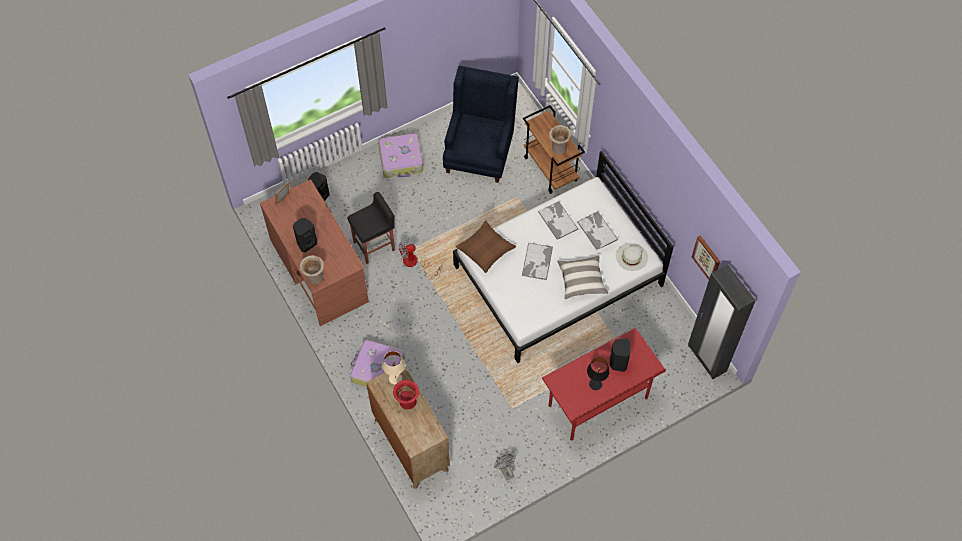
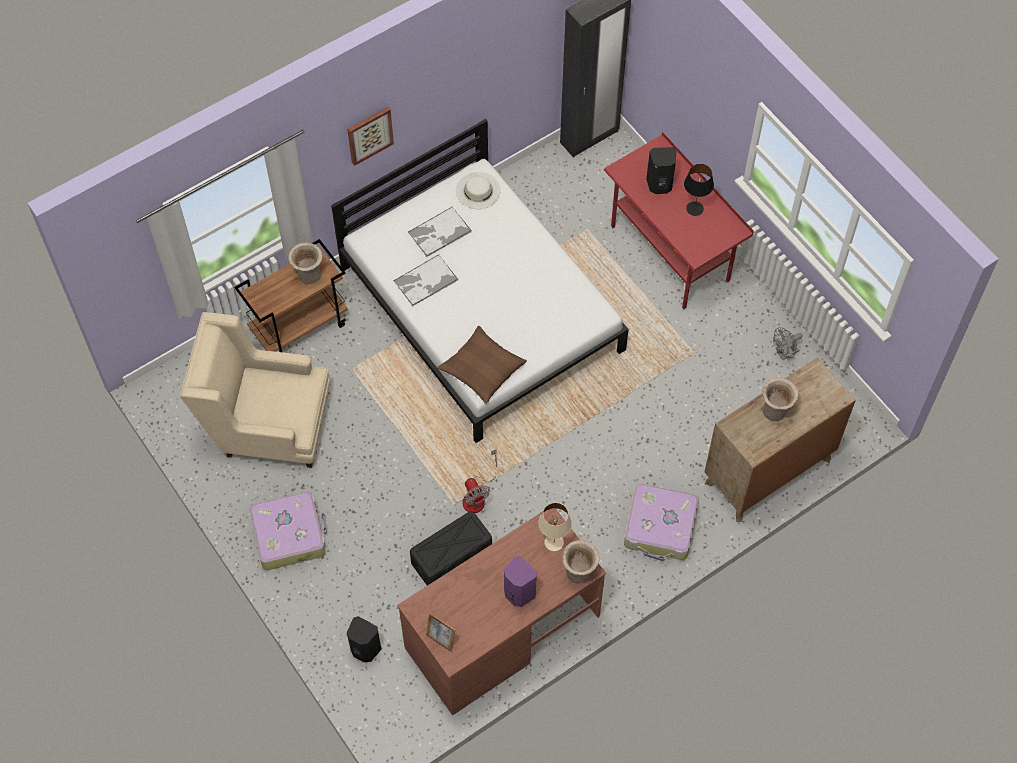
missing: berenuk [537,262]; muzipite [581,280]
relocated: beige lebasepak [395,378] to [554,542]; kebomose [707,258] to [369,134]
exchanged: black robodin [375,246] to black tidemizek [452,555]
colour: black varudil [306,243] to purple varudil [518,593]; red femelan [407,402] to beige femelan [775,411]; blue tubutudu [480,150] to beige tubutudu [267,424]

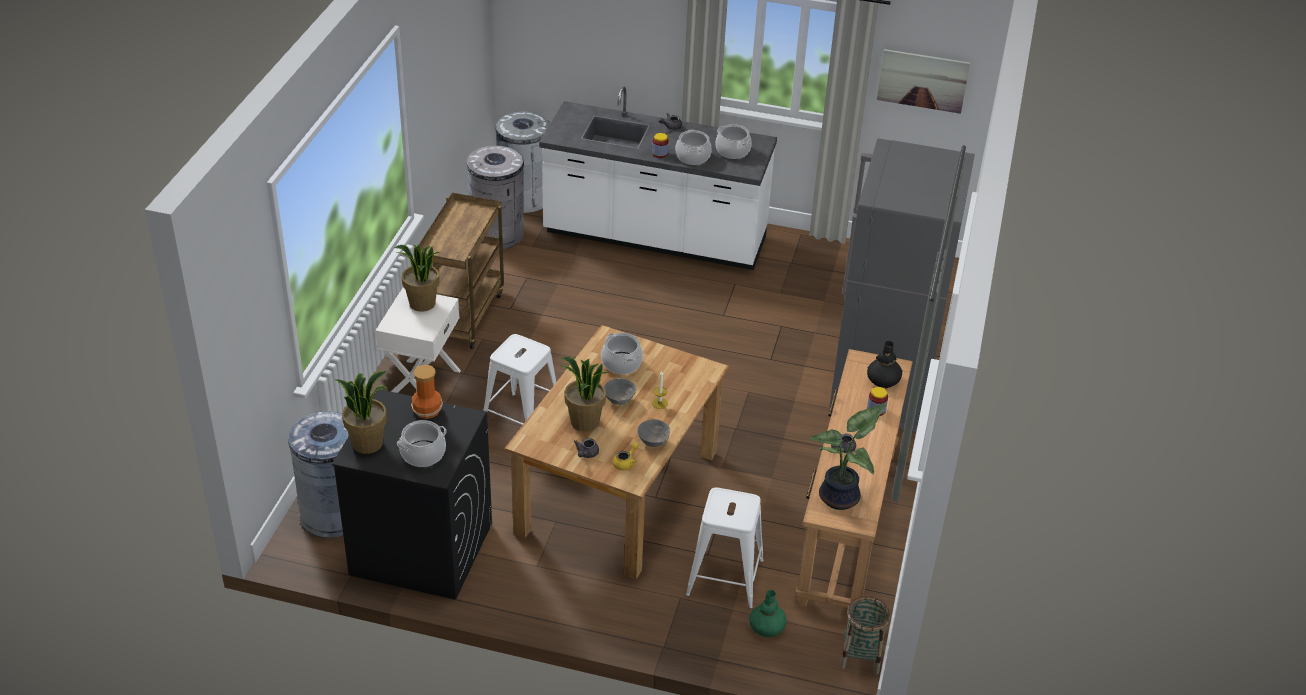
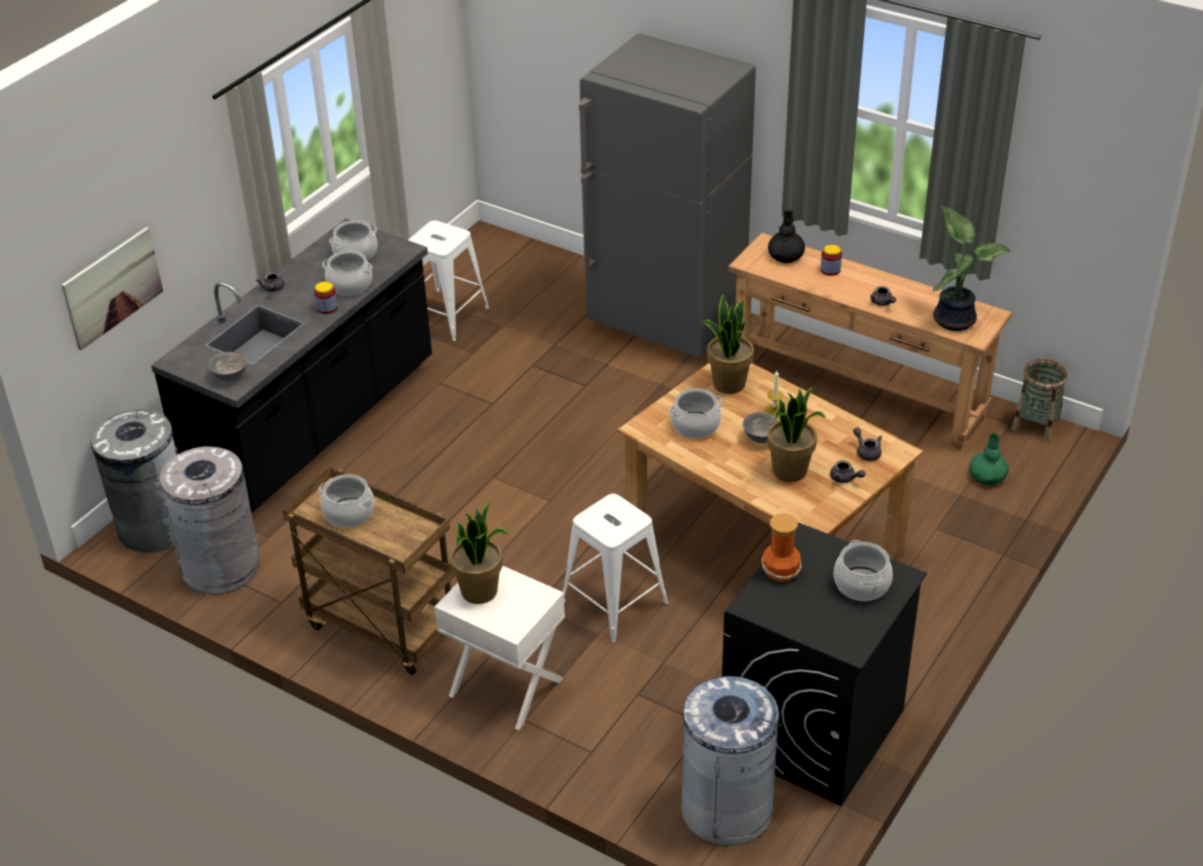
appeared: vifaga [349,513]
relocated: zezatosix [368,443] to [728,383]; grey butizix [653,442] to [230,377]; white robodin [724,577] to [445,316]; kebomose [922,80] to [112,287]
colour: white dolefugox [654,238] to black dolefugox [315,427]; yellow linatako [626,462] to grey linatako [866,451]

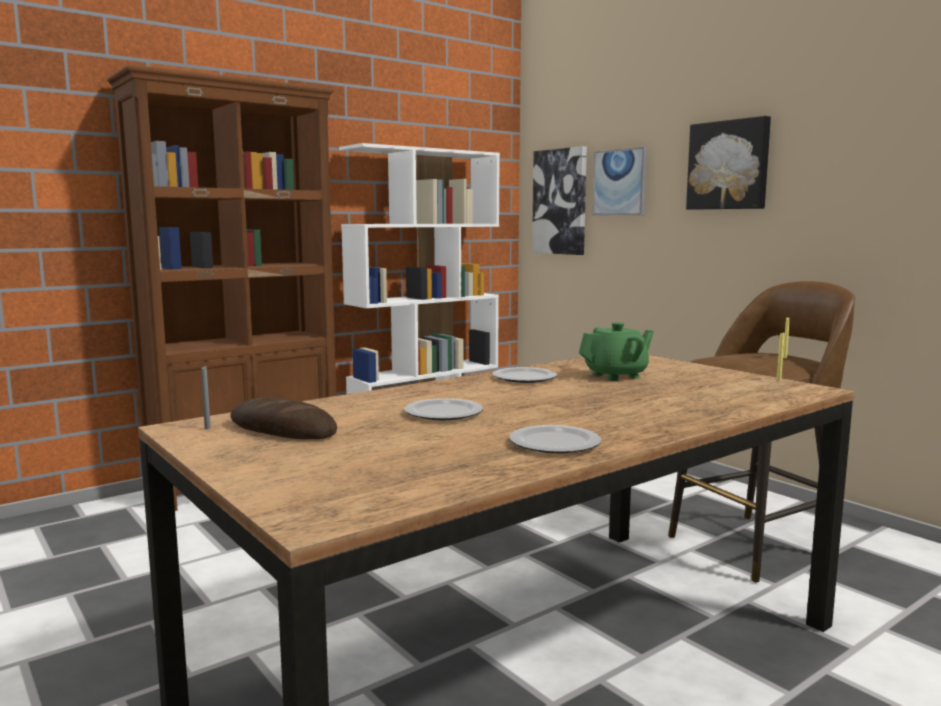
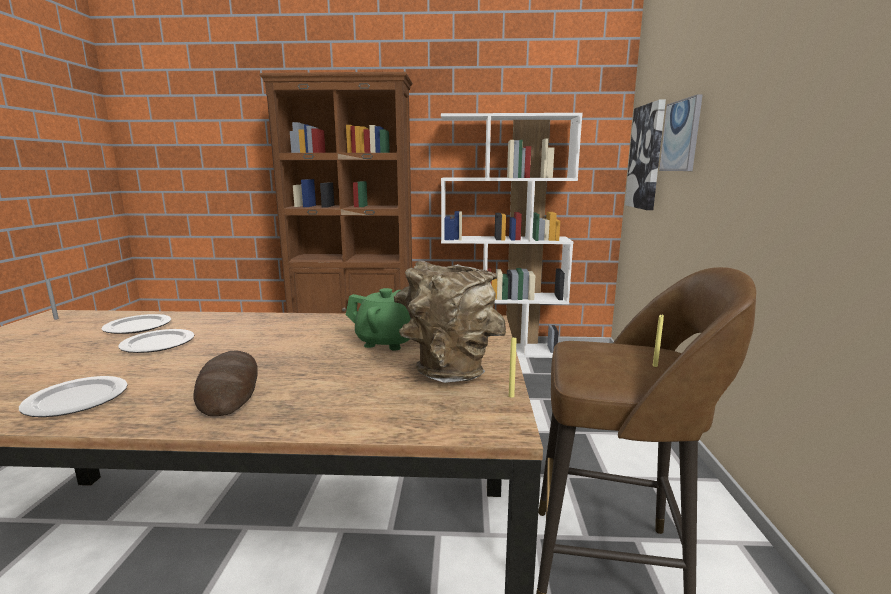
missing: kebomose [729,165]
appeared: brown femelan [448,371]
relocated: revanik [282,429] to [229,388]; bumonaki [525,378] to [137,327]

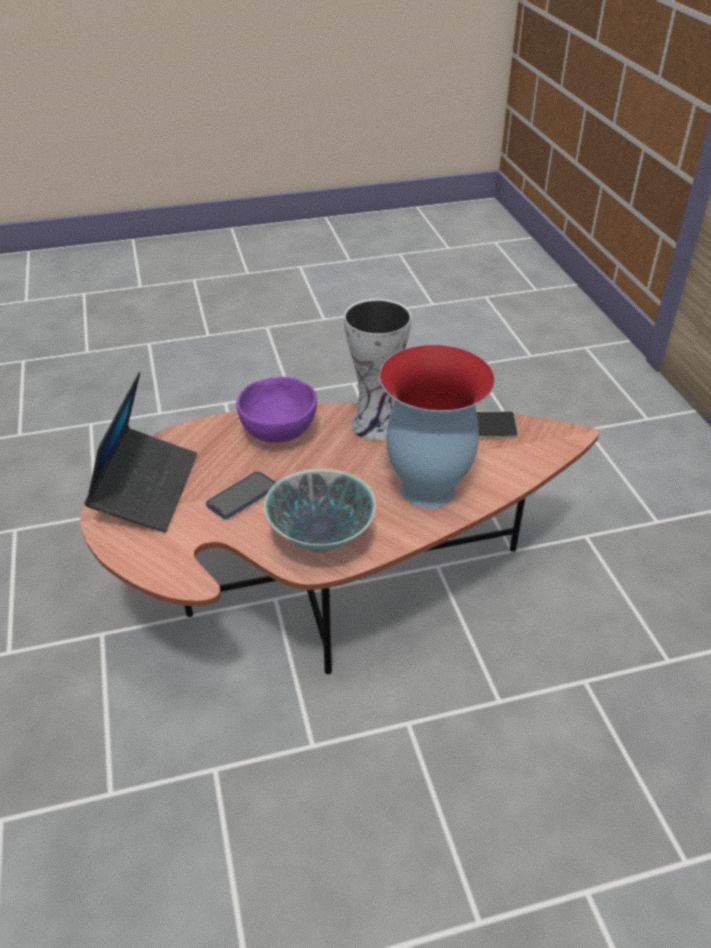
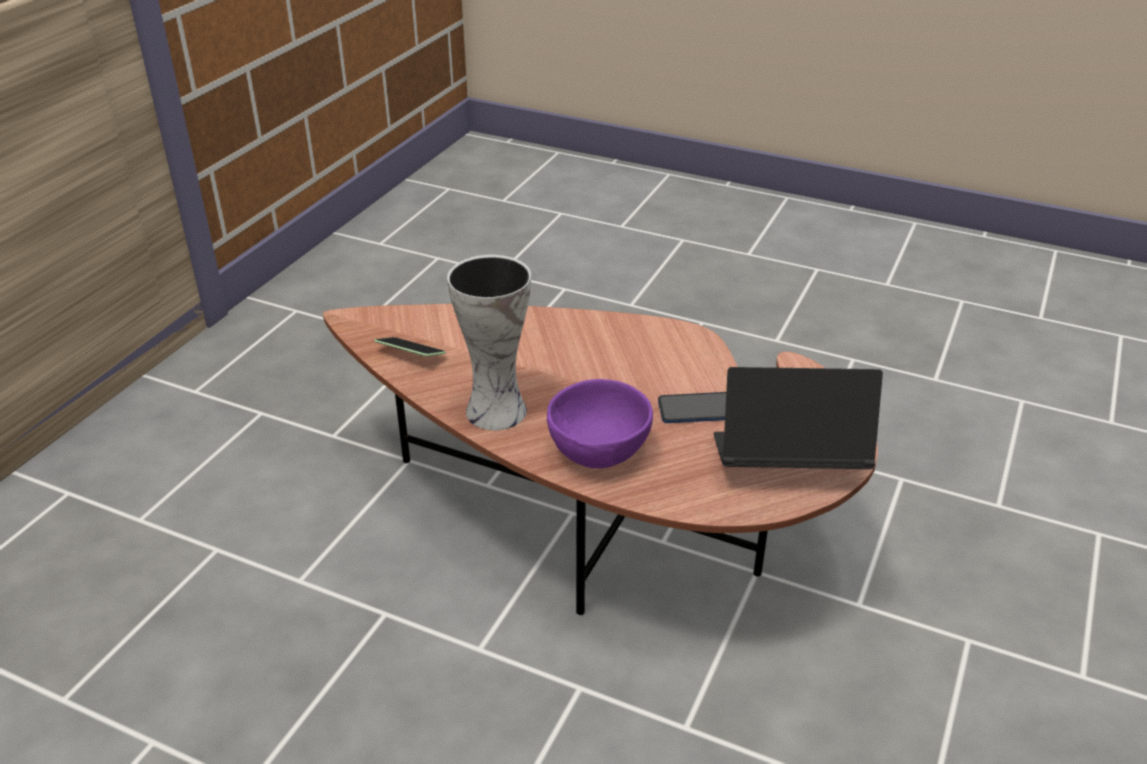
missing: butizix [321,539]; femelan [426,489]
spun: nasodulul [146,488] = [787,463] 45 degrees clockwise

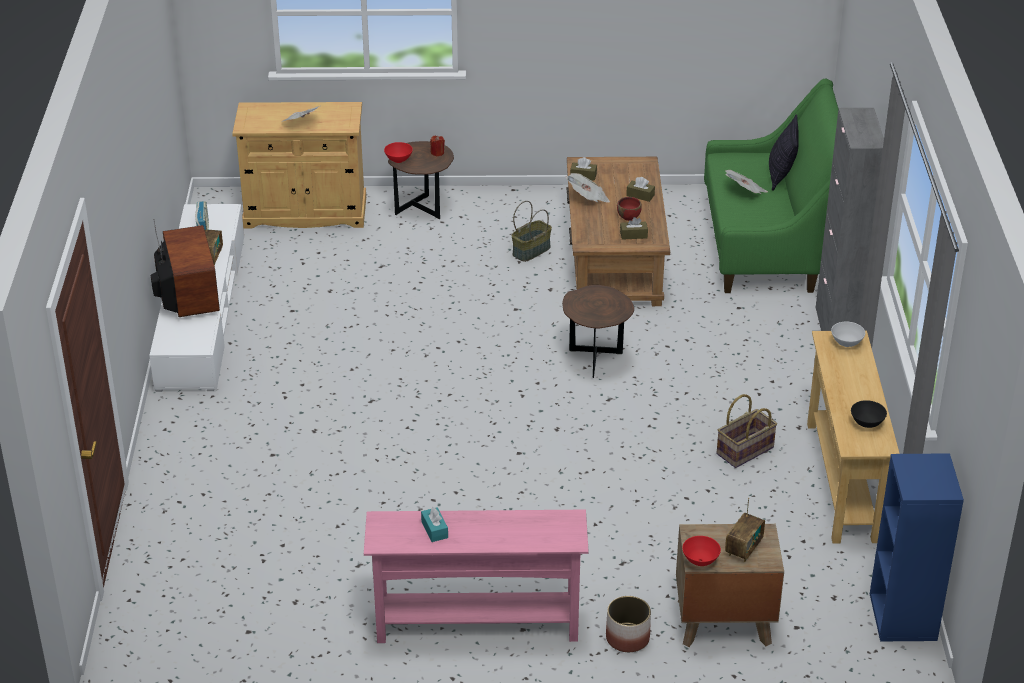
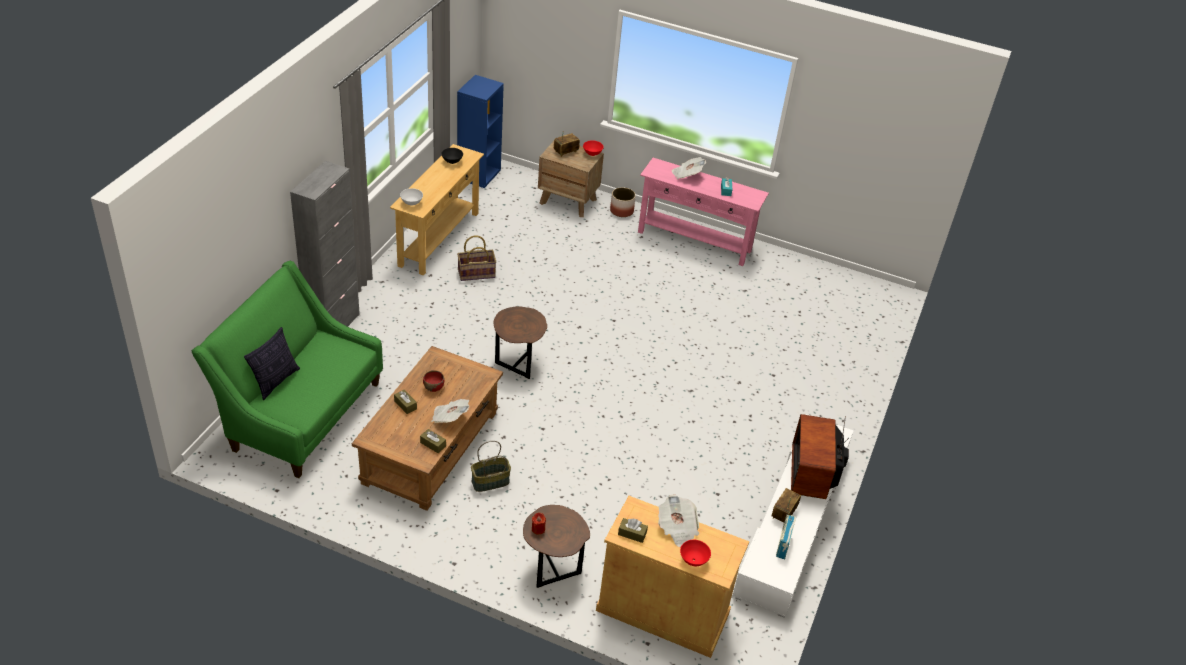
relocated: red butizix [398,160] to [694,560]; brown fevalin [633,235] to [632,534]; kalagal [745,192] to [687,175]

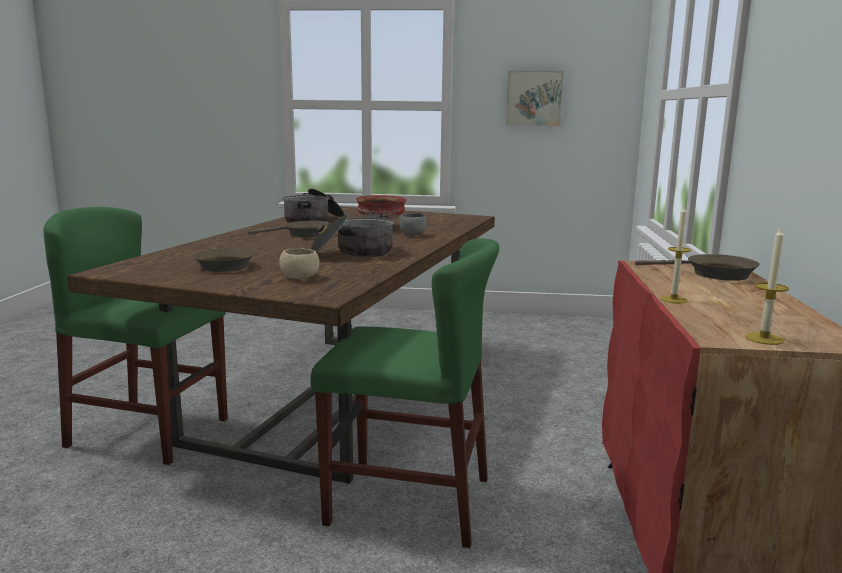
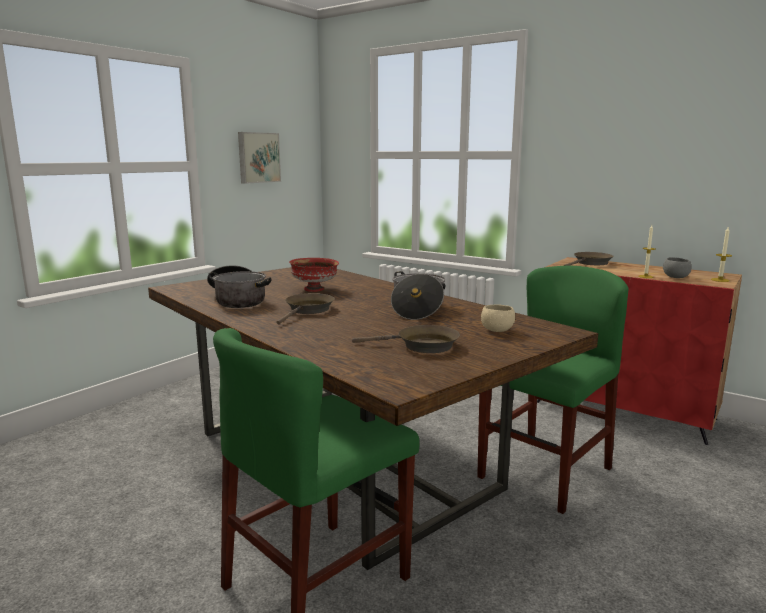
relocated: grey butizix [413,234] to [675,277]

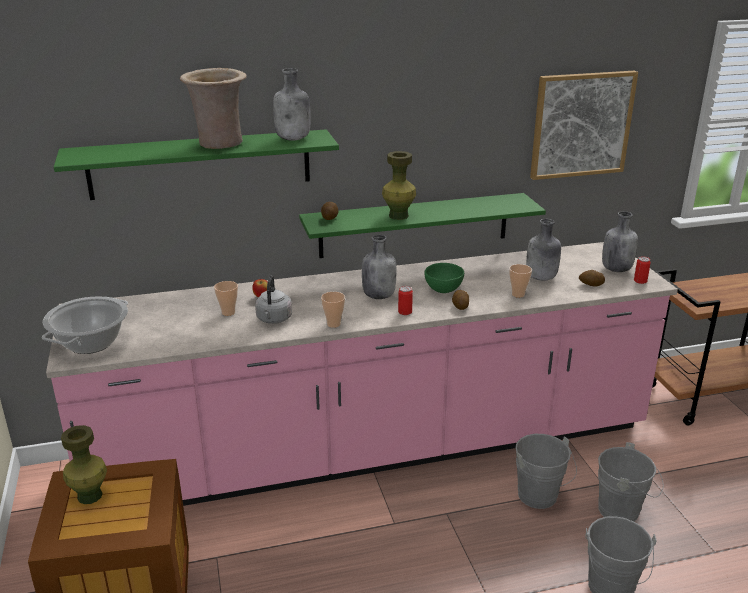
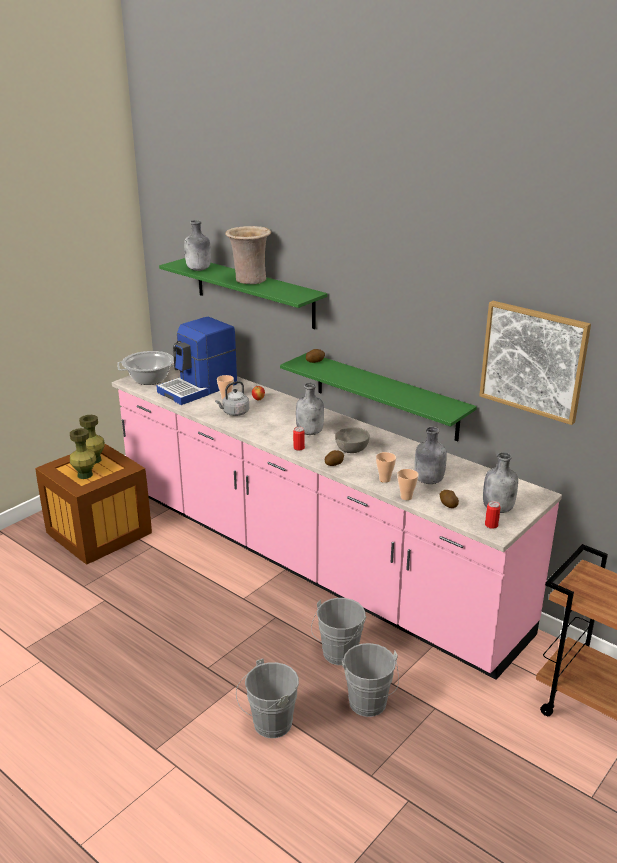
appeared: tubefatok [199,388]
relocated: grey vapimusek [294,139] to [199,269]; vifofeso [333,324] to [406,497]; green femelan [398,216] to [84,475]
colour: green butizix [443,289] to grey butizix [351,450]

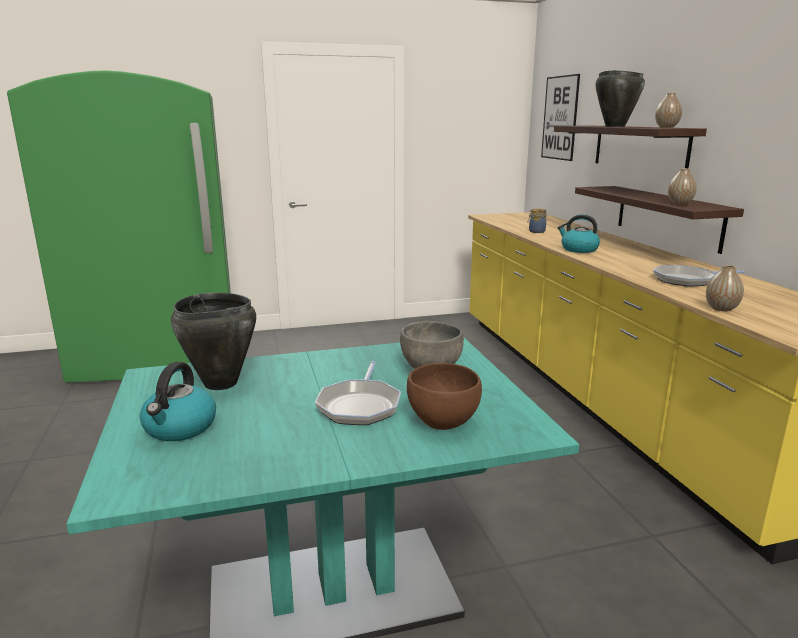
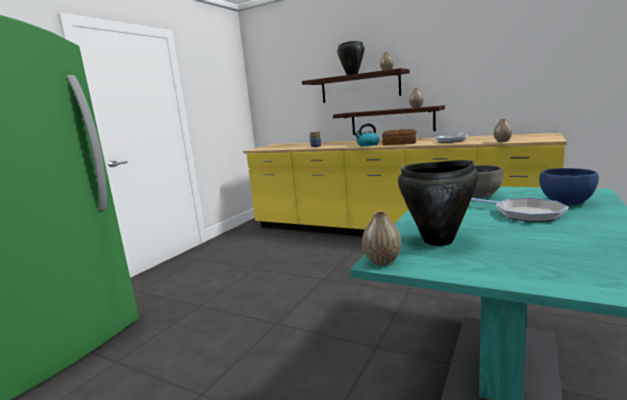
missing: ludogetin [180,428]; kebomose [560,118]
appeared: femelan [382,261]; revanik [400,144]
colour: brown butizix [443,422] to blue butizix [567,202]

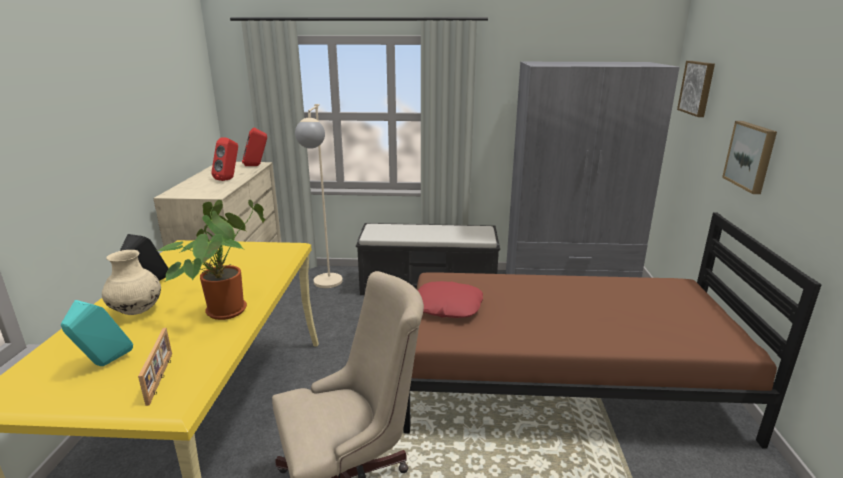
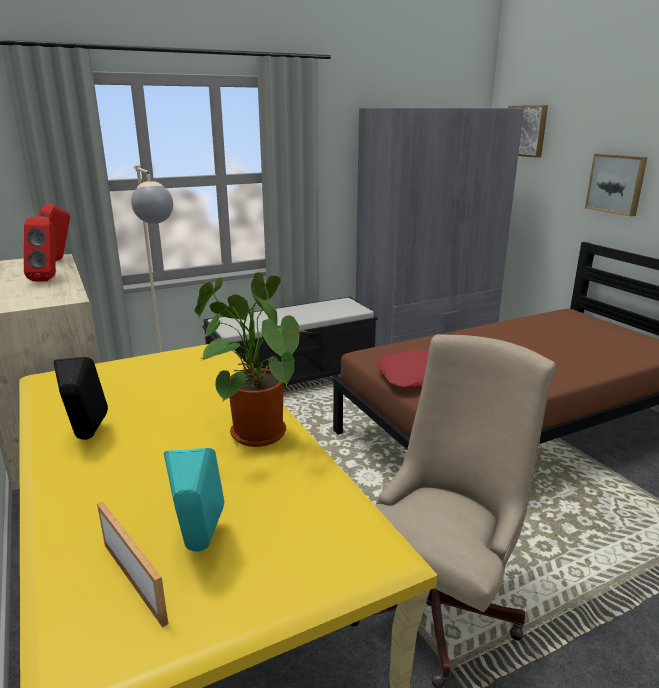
missing: beige femelan [137,311]
relocated: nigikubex [161,377] to [136,580]

